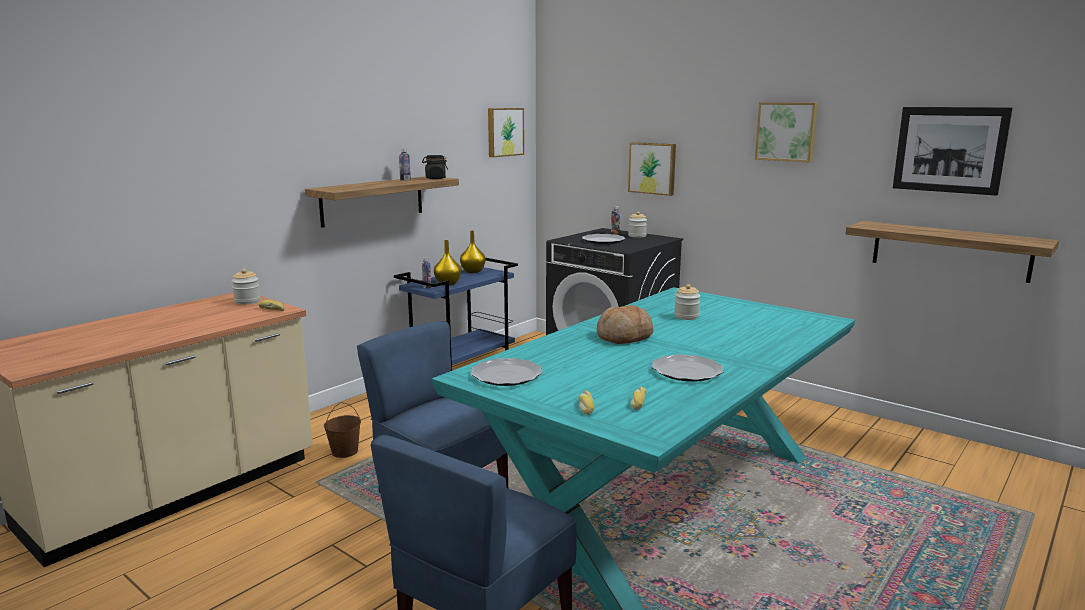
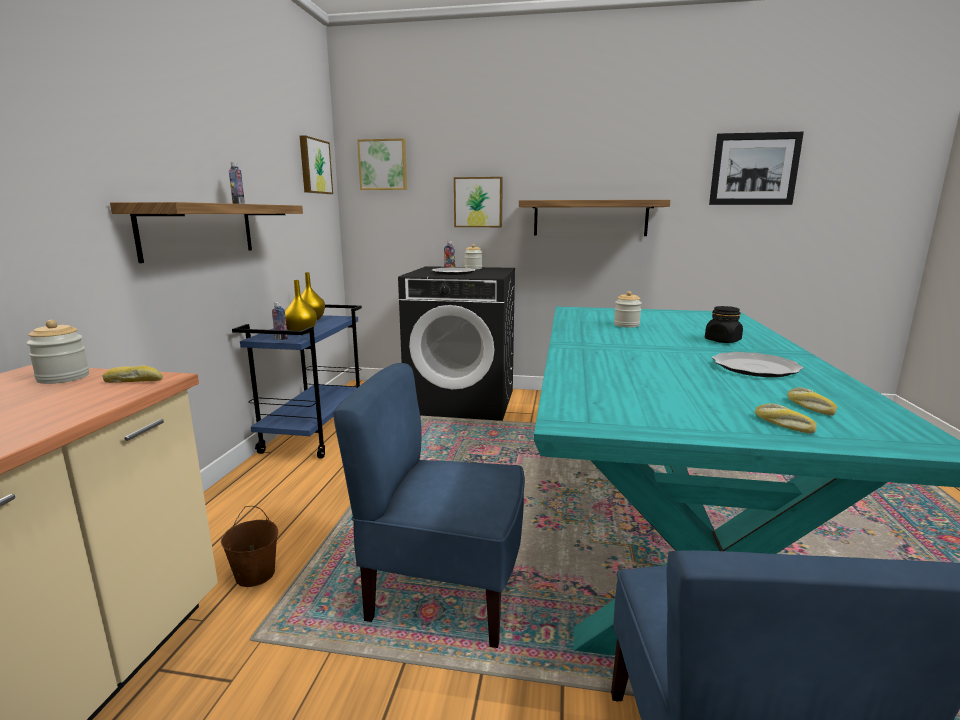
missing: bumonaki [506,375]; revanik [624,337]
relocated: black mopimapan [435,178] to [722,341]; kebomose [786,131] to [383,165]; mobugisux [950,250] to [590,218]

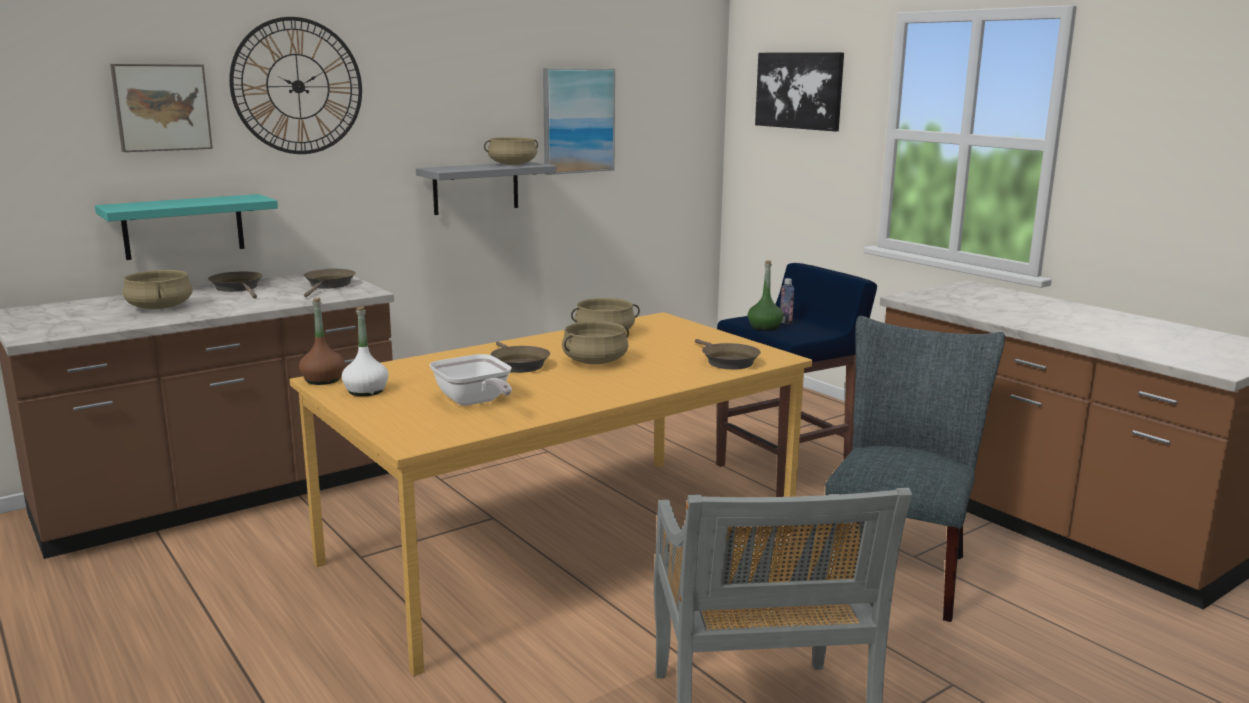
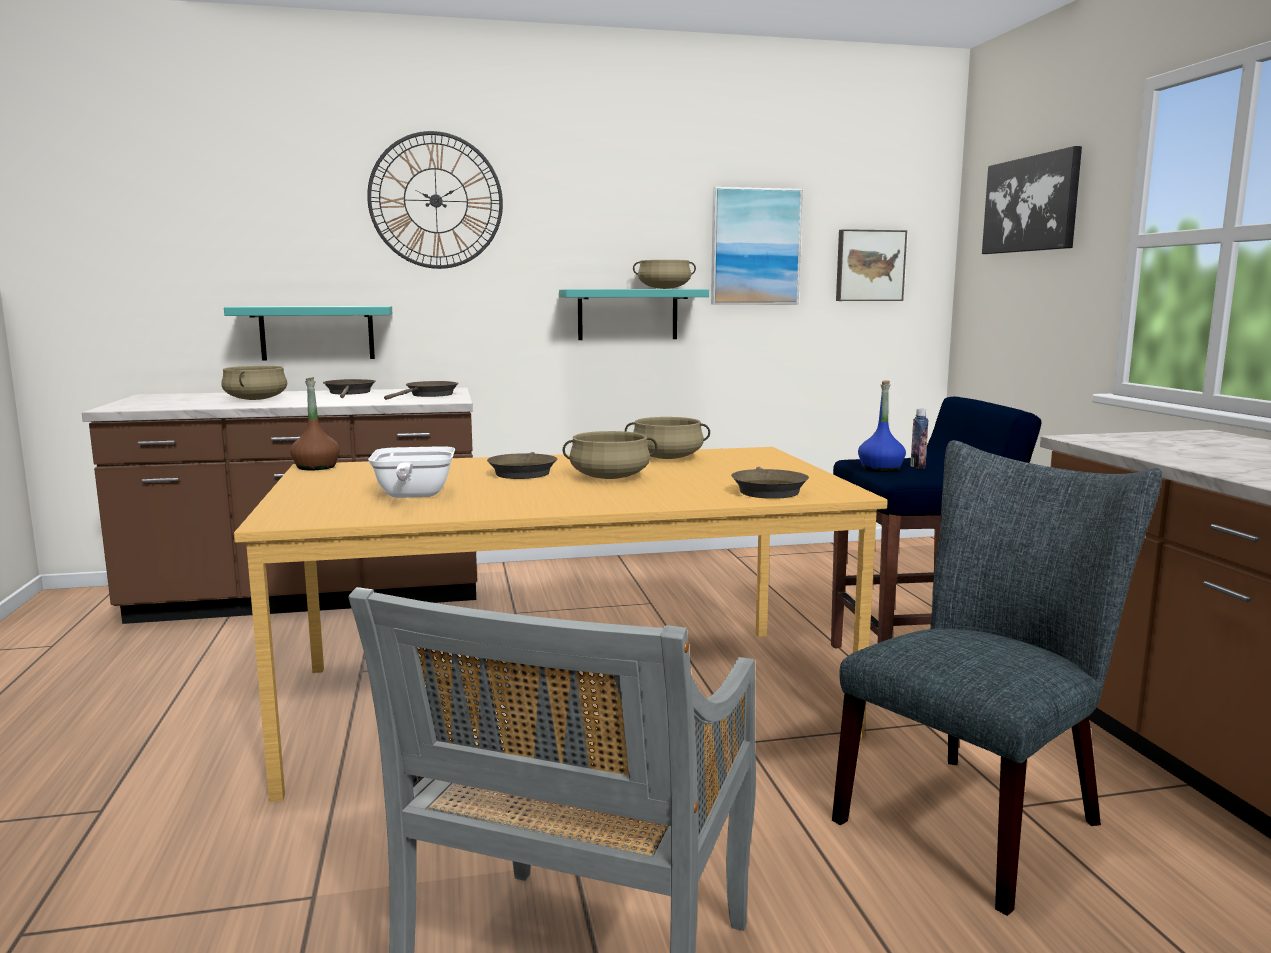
missing: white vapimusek [366,391]
relocated: kebomose [161,107] to [869,265]
colour: grey mobugisux [476,188] to turquoise mobugisux [627,314]; green vapimusek [764,327] to blue vapimusek [880,469]

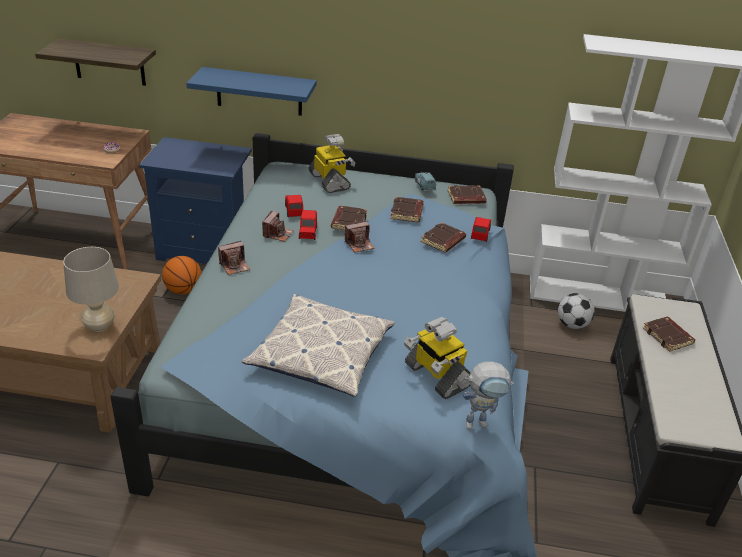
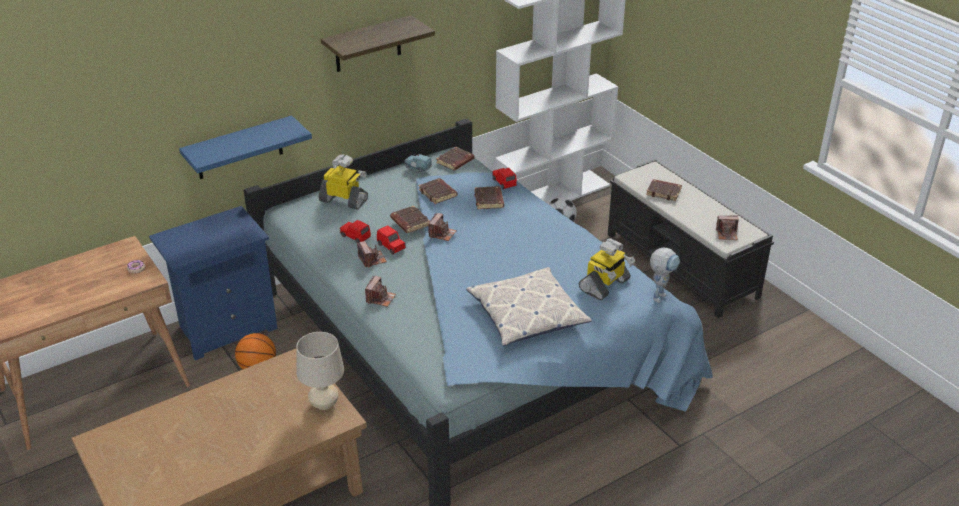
appeared: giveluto [727,234]
relocated: mobugisux [109,62] to [368,44]
spun: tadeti [436,375] = [605,285] 60 degrees counterclockwise

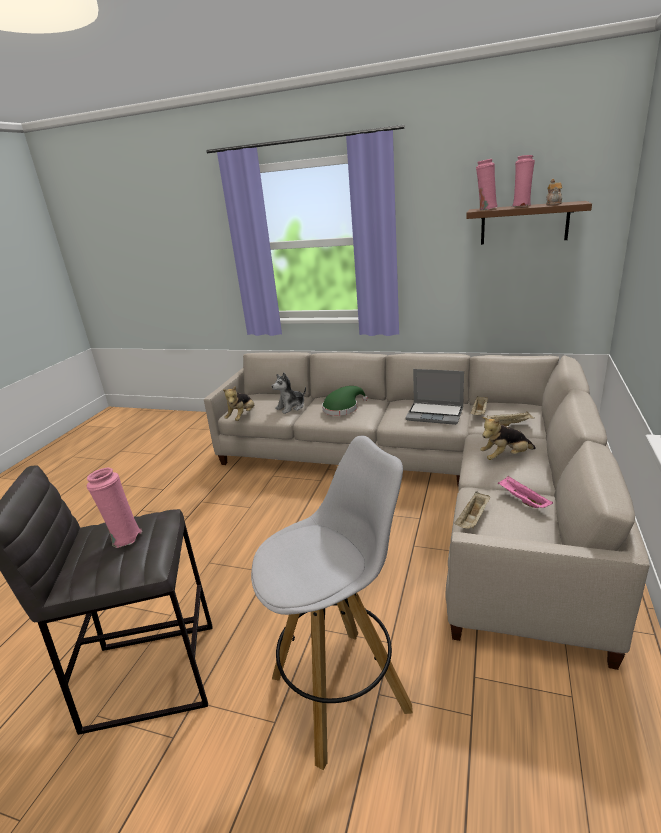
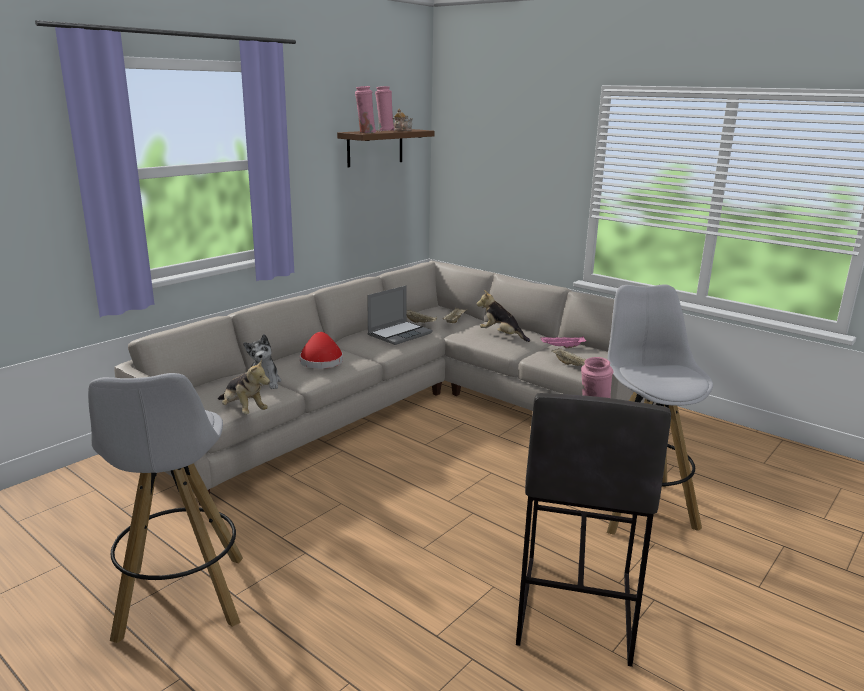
appeared: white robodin [181,599]
colour: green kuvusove [342,408] to red kuvusove [321,360]
spun: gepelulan [505,457] = [501,335] 120 degrees clockwise

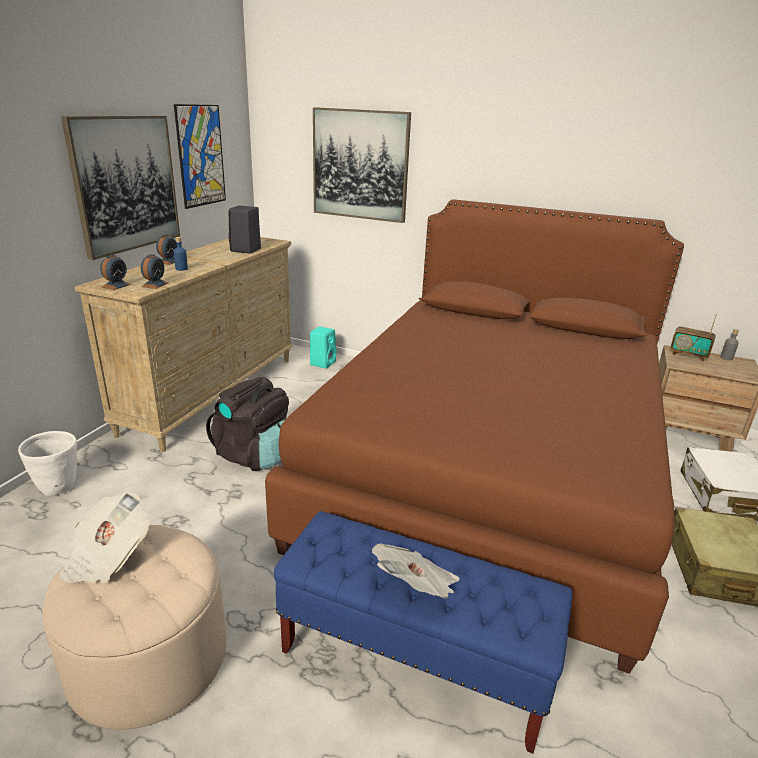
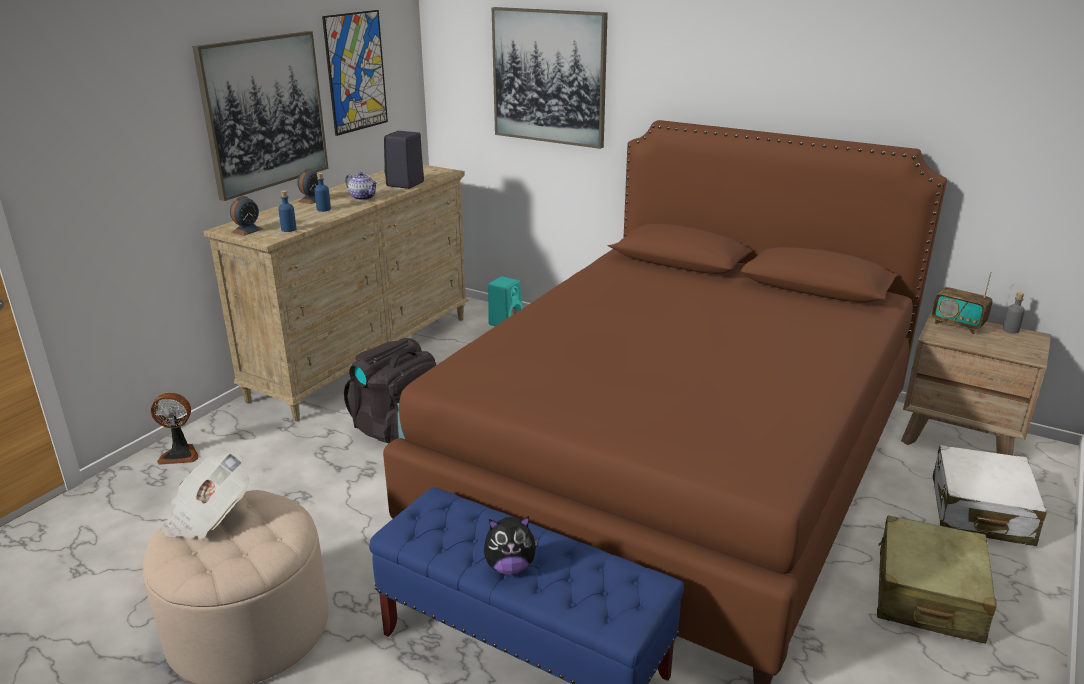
appeared: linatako [363,197]
exchanged: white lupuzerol [59,487] to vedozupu [180,454]; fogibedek [154,285] to blue vapimusek [289,229]; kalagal [416,587] to gepelulan [510,567]

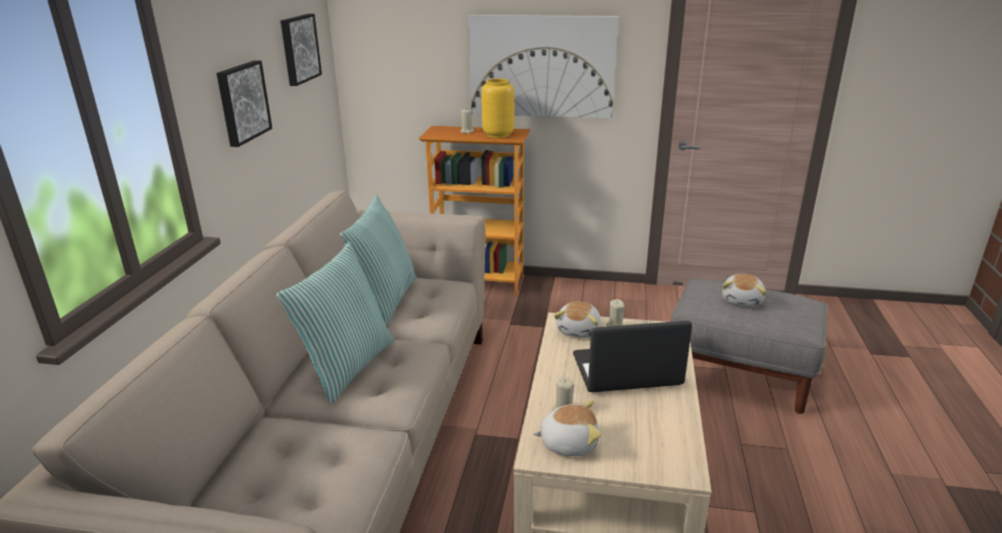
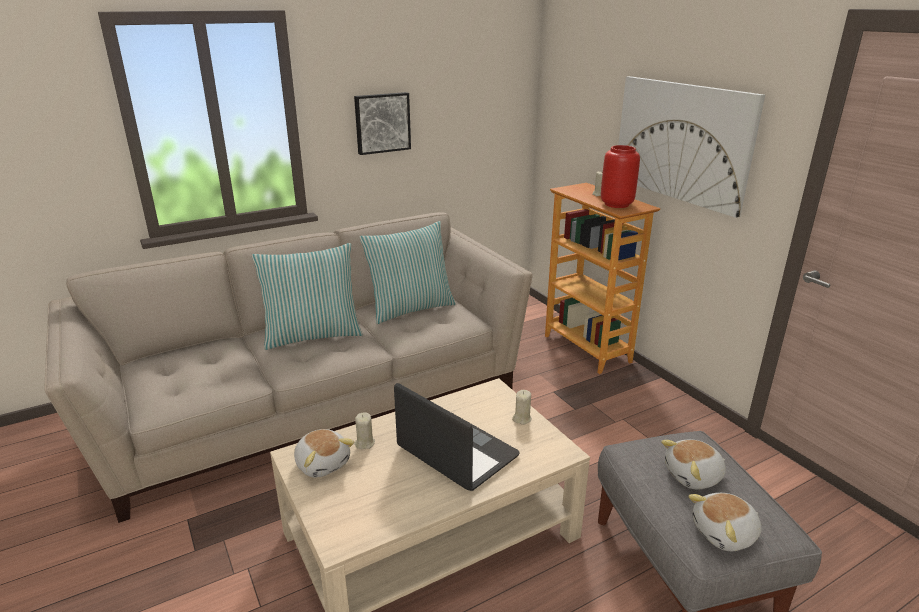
missing: kebomose [298,49]
relocated: gepelulan [579,330] to [725,534]
colour: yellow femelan [497,135] to red femelan [616,204]

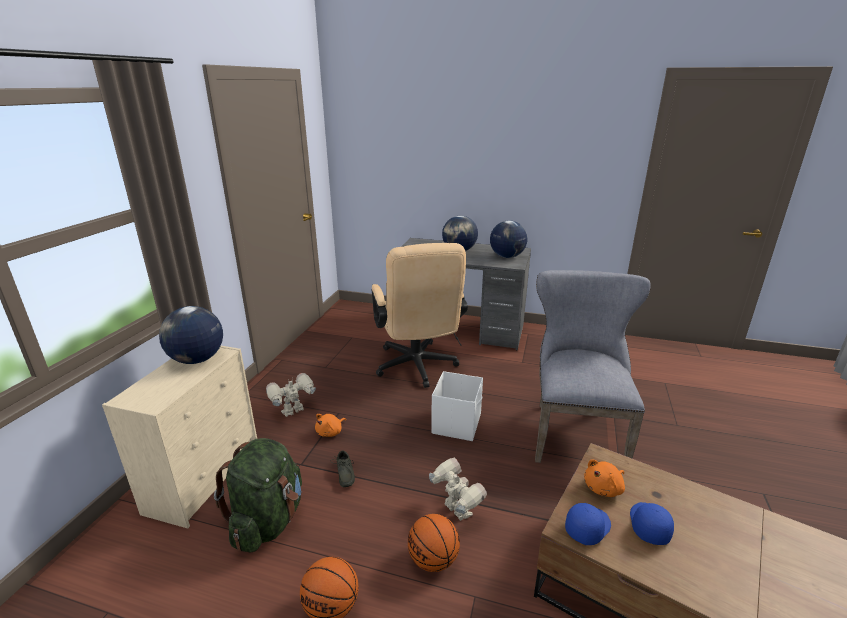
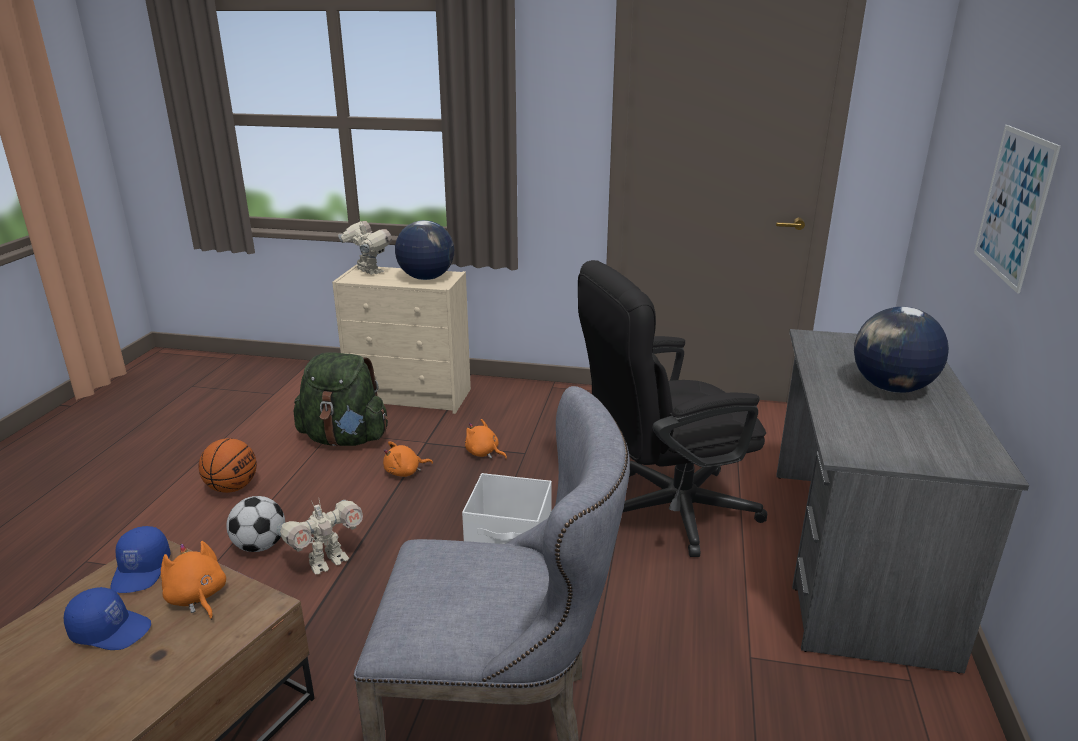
missing: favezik [507,256]
appeared: kebomose [1013,205]
relocated: tadeti [294,412] to [368,272]
exchanged: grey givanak [343,474] to orange gepelulan [405,472]; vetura [433,560] to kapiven [260,546]
colour: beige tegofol [417,368] to black tegofol [663,511]
spun: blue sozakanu [587,527] = [142,570] 45 degrees clockwise

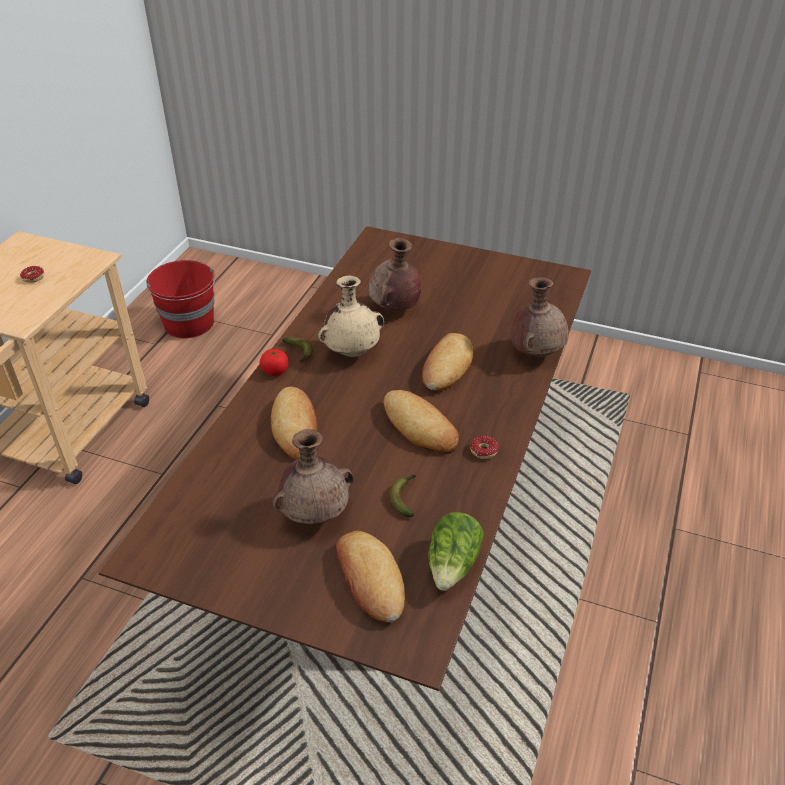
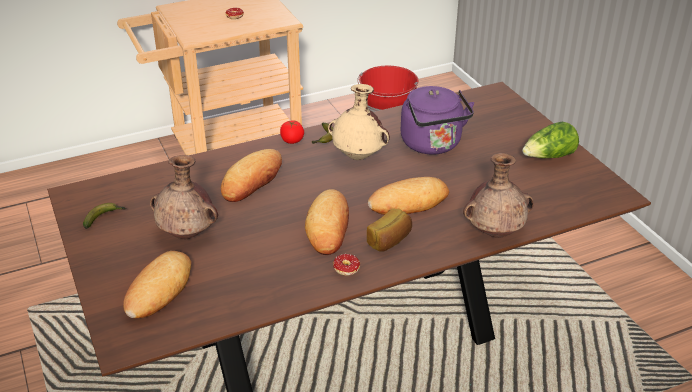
appeared: revanik [390,240]
relocated: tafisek [405,497] to [104,218]; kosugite [453,565] to [549,157]
exchanged: brown femelan [394,308] to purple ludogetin [433,145]

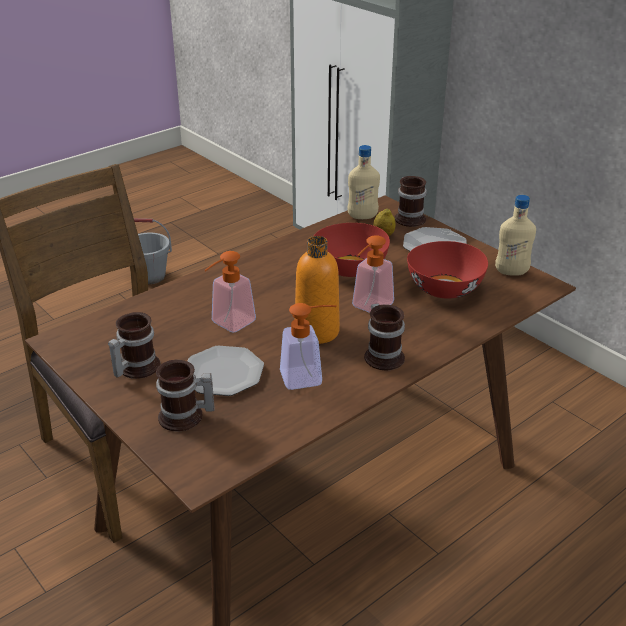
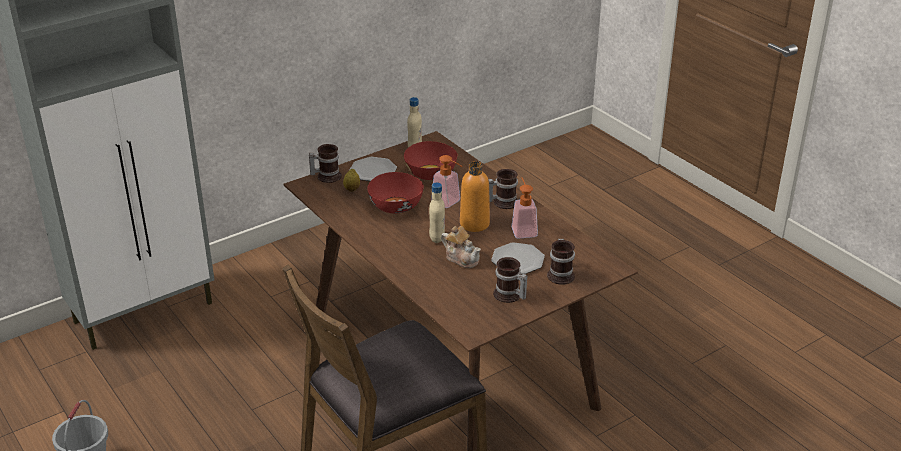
relocated: beige vapimusek [362,216] to [437,238]
exchanged: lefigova [228,325] to linatako [462,258]

